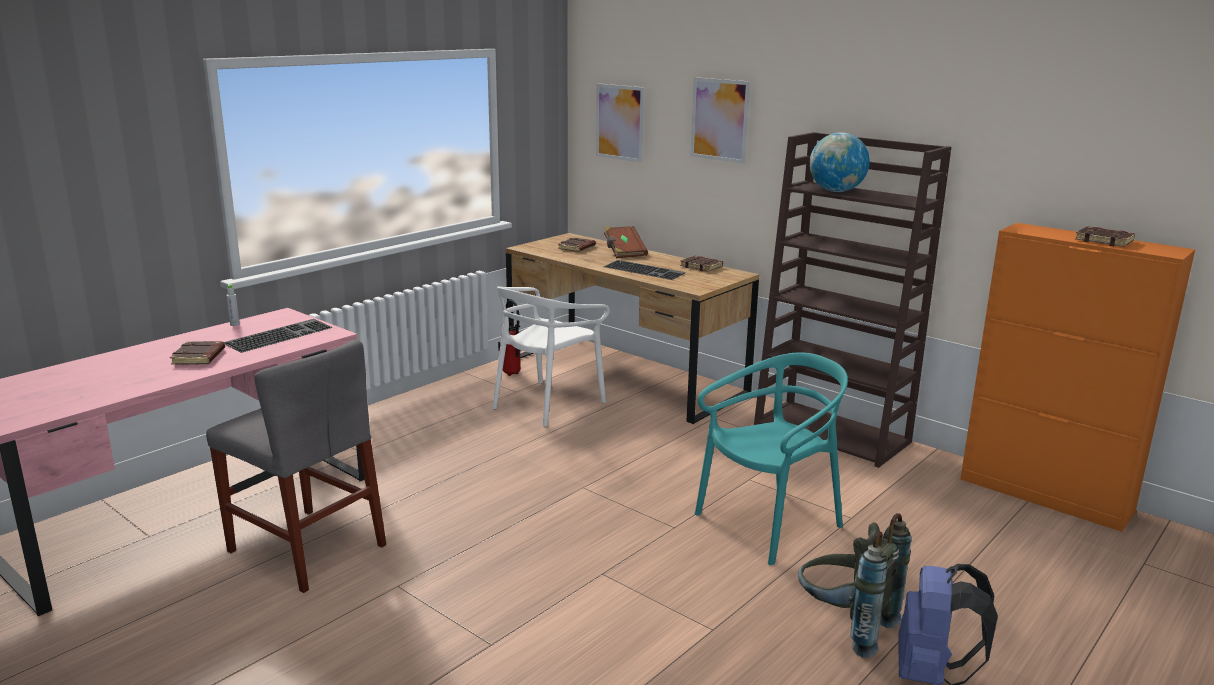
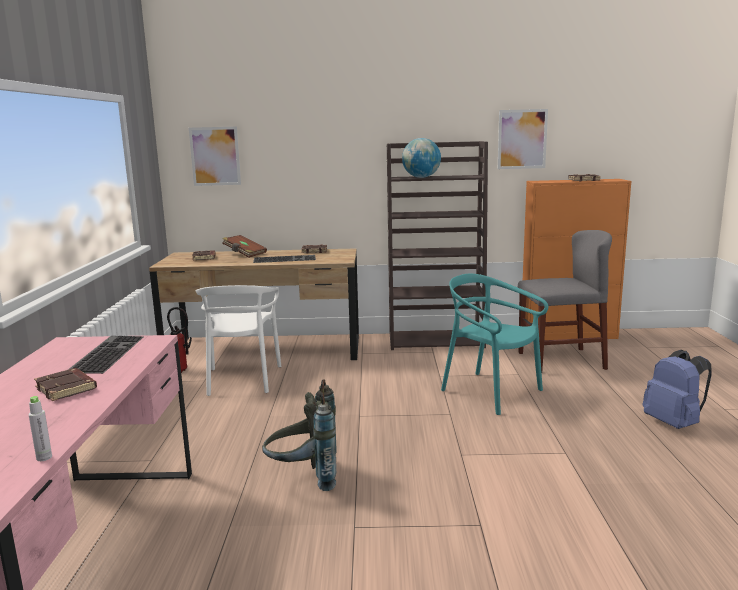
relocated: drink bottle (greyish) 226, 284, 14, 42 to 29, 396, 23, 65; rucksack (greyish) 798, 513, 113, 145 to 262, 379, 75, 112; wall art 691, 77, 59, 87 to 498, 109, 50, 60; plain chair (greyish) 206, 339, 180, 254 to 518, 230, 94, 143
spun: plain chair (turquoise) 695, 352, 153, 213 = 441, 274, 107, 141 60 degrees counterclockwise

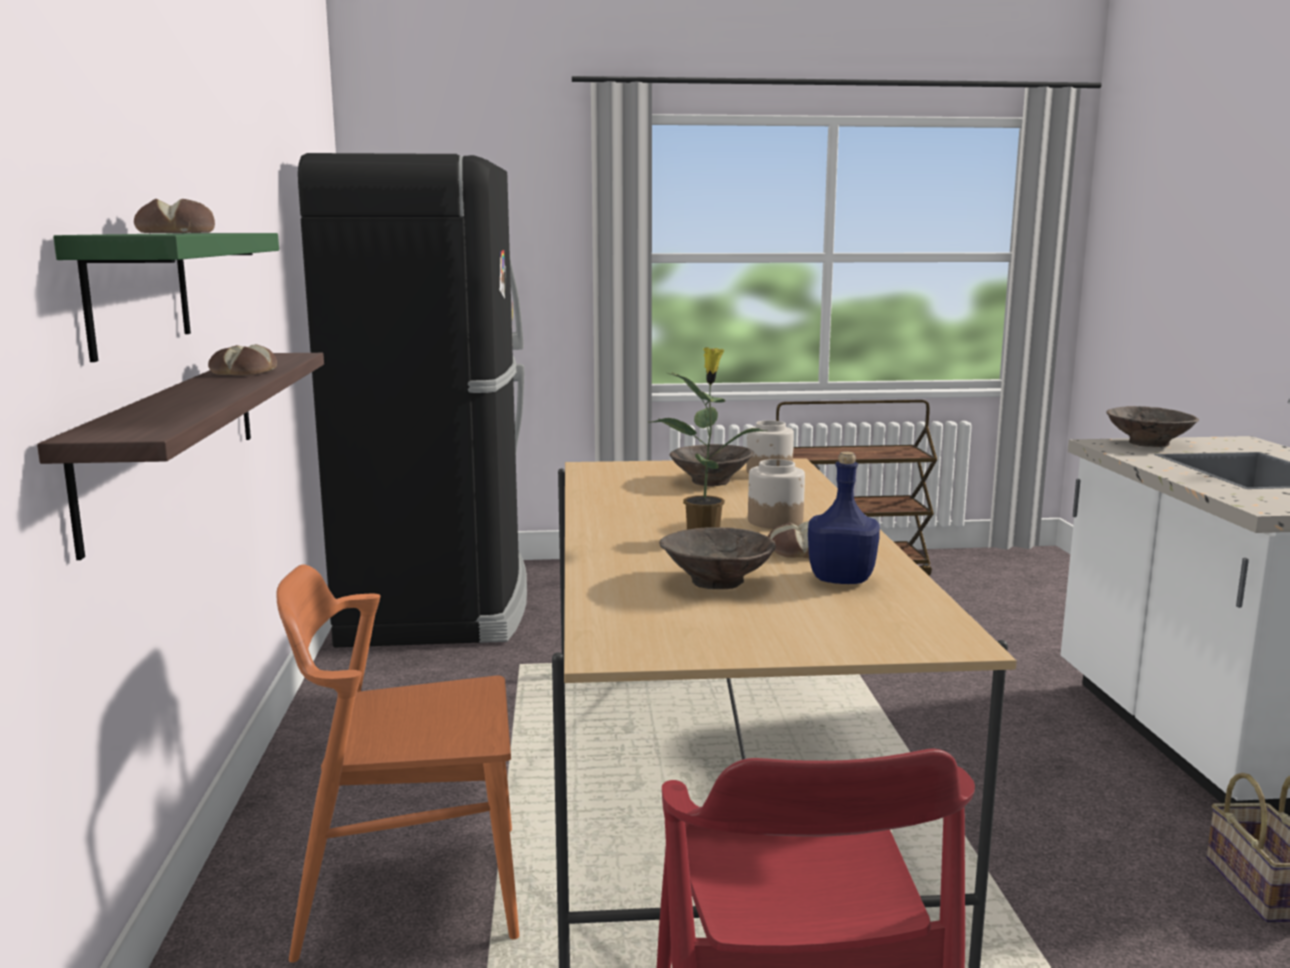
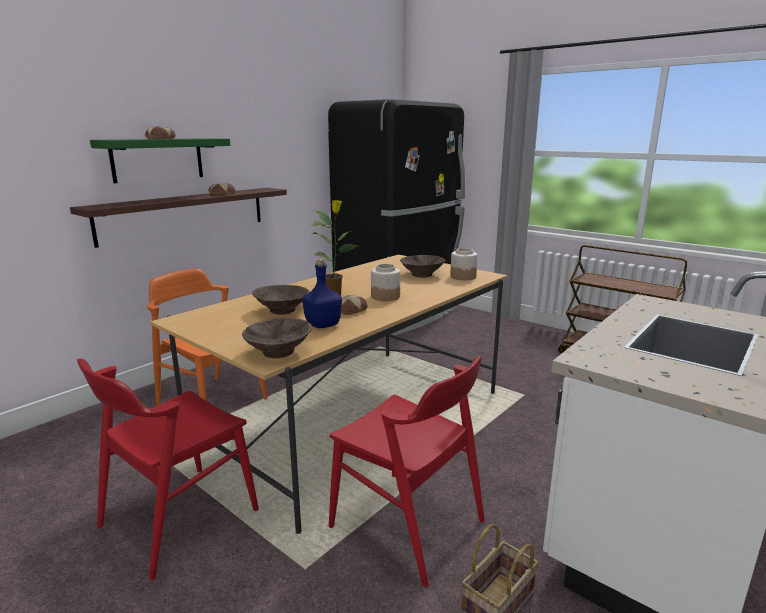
appeared: plain chair (red) 329, 356, 156, 231
relocated: serving bowl (brown) 1106, 406, 93, 41 to 242, 318, 70, 41

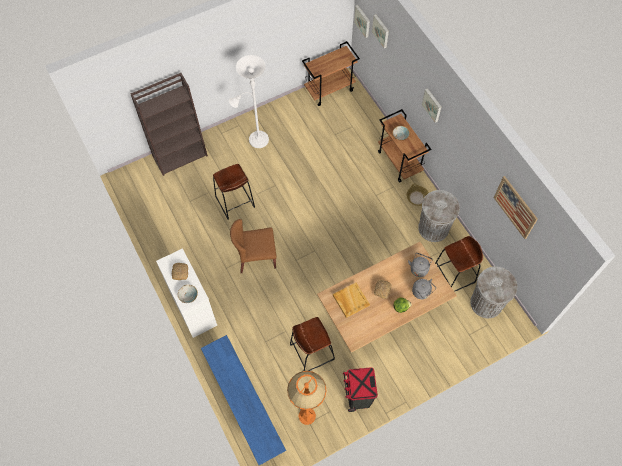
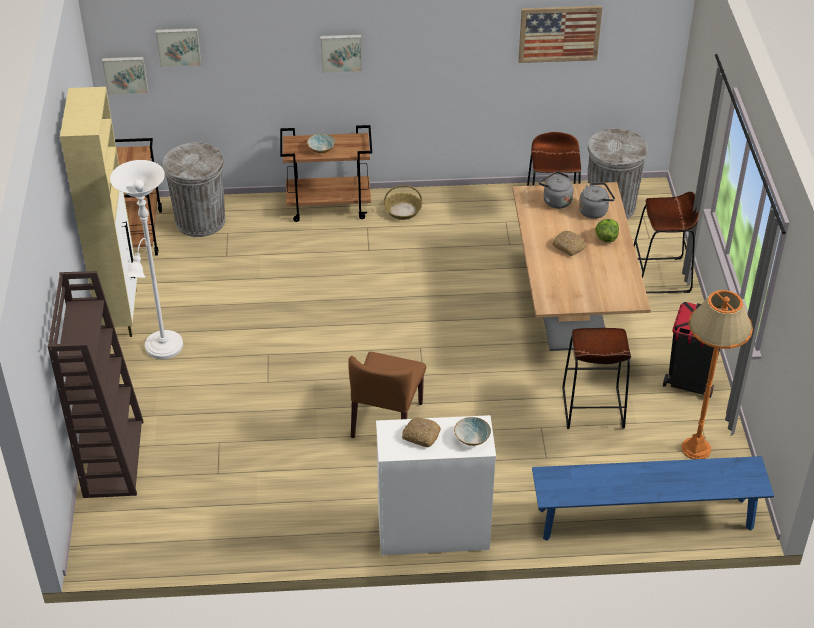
missing: carrying tray (beige) 333, 283, 37, 35
appeared: storage cabinet (beige) 60, 87, 78, 250
relocated: rubbish bin (greyish) 418, 190, 42, 52 to 163, 143, 63, 94; stool seat (brown) 213, 164, 42, 55 to 634, 192, 65, 101

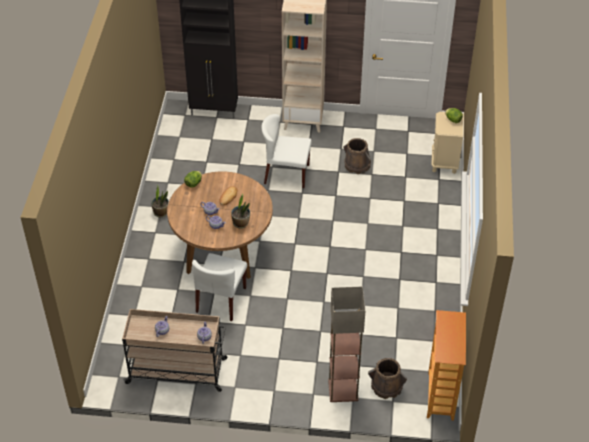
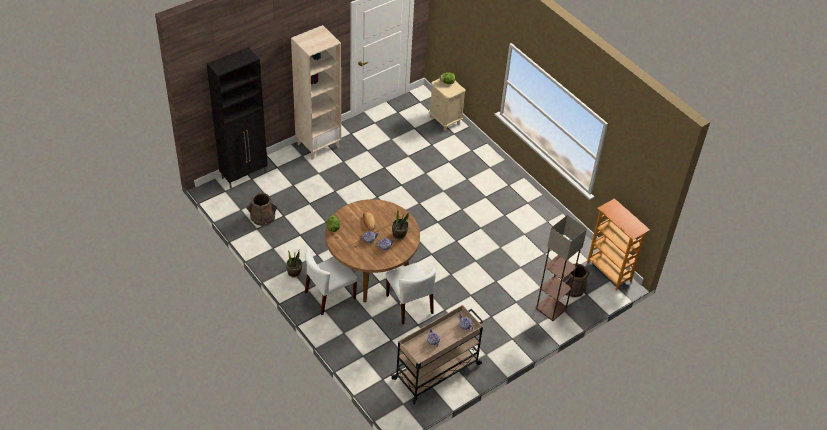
relocated: pail (brown) 344, 138, 27, 36 to 246, 193, 31, 33; plain chair (white-coloured) 262, 114, 50, 74 to 305, 249, 53, 66

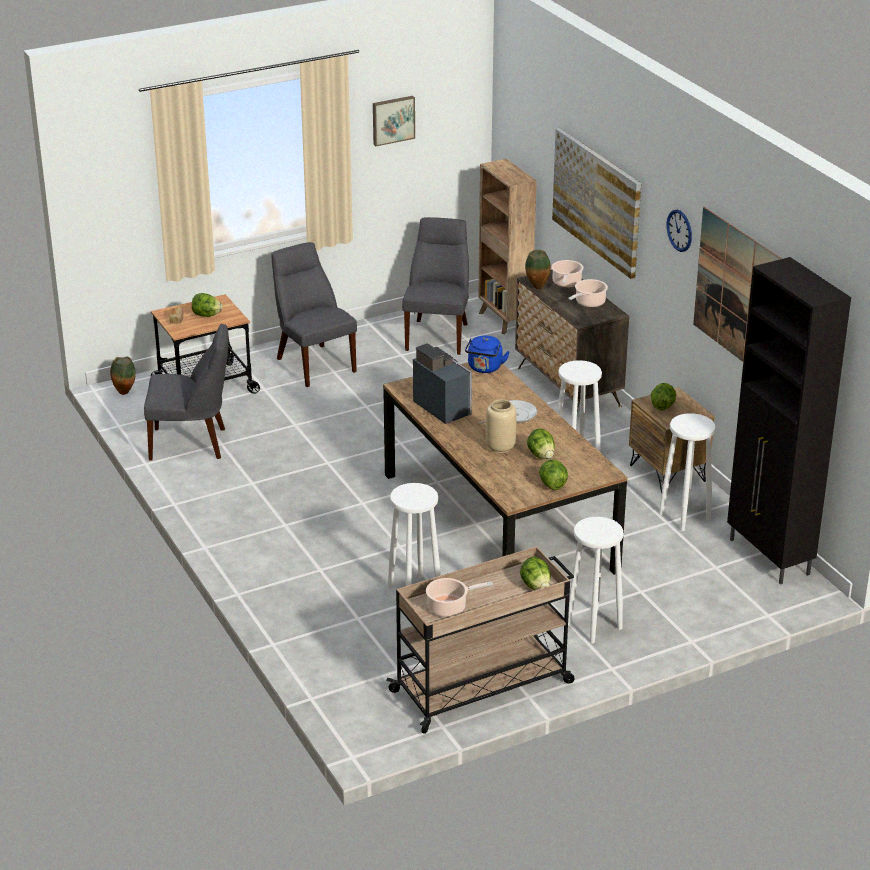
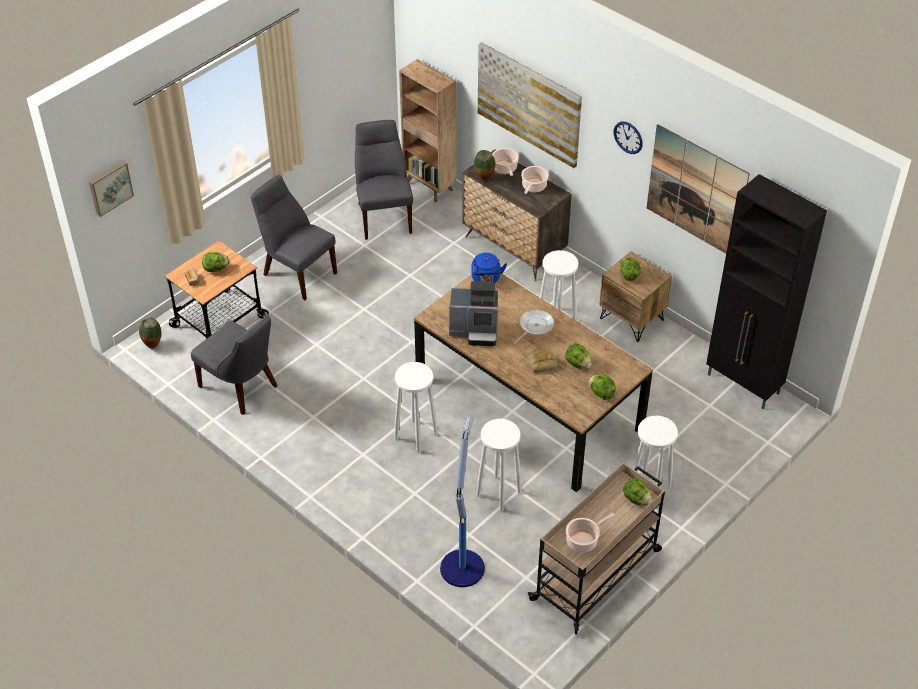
appeared: standard lamp 440, 416, 45, 171
relocated: wall art 373, 96, 42, 50 to 89, 161, 45, 56; stool seat (white-coloured) 659, 413, 57, 118 to 394, 362, 44, 91
exchanged: vase (beige) 486, 399, 31, 54 to bread 528, 351, 29, 22
spun: plain chair (greyish) 144, 324, 85, 137 = 191, 315, 87, 100 60 degrees clockwise; coffee brewer 413, 344, 59, 80 = 449, 281, 49, 65 150 degrees clockwise

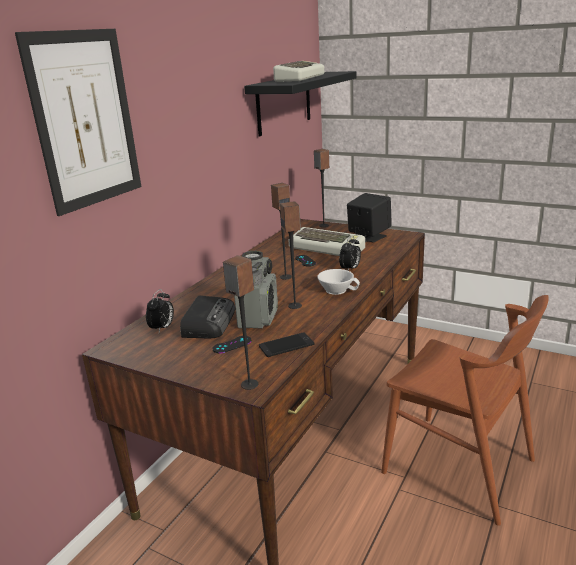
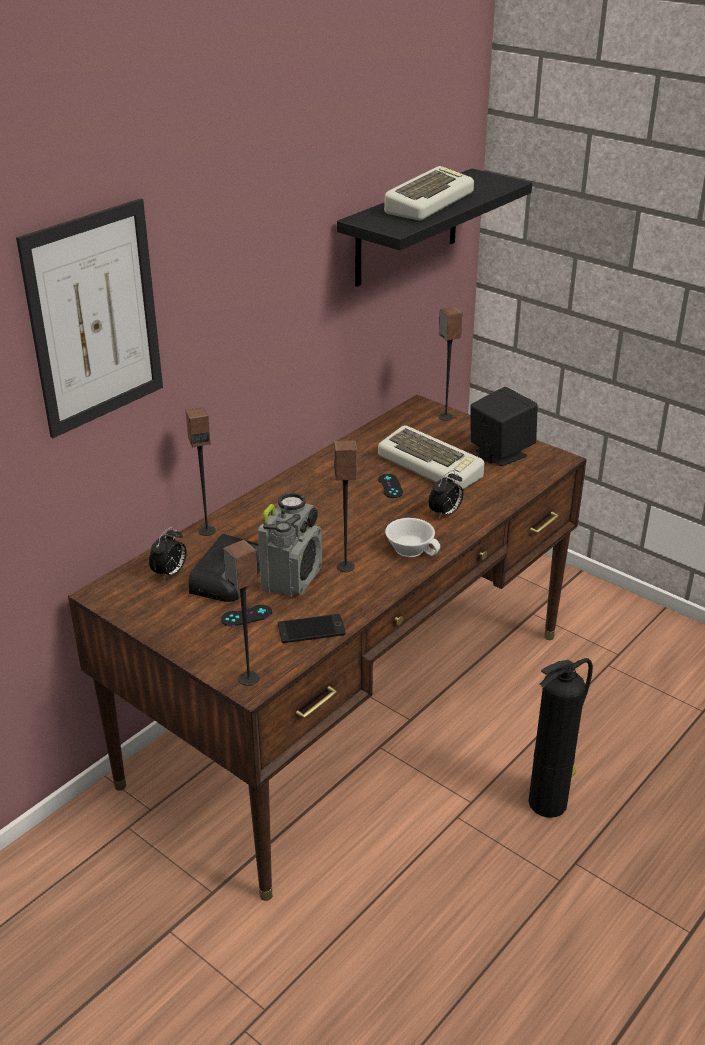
relocated: loudspeaker 271, 183, 21, 97 to 186, 407, 30, 129
exchanged: plain chair (brown) 381, 295, 168, 231 to fire-fighting cylinder 528, 658, 65, 160

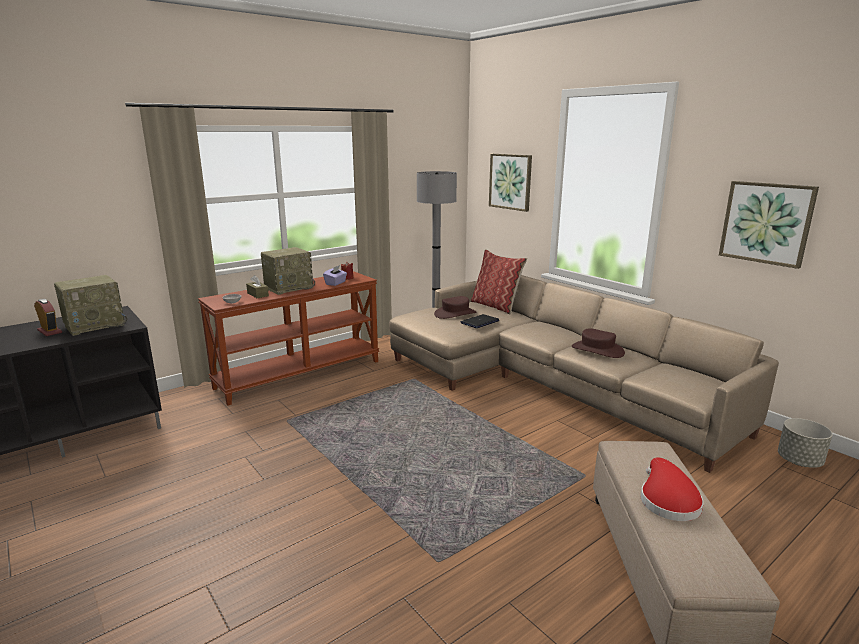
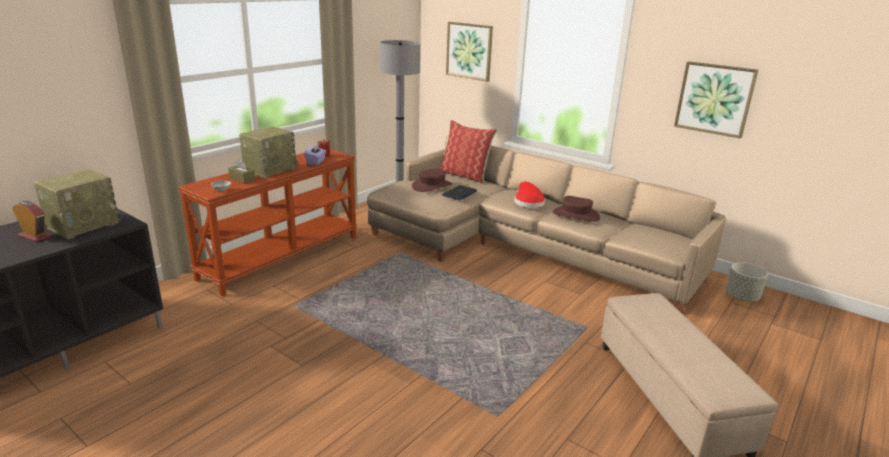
relocated: wearable hat (red) 641, 457, 63, 64 to 514, 182, 31, 26

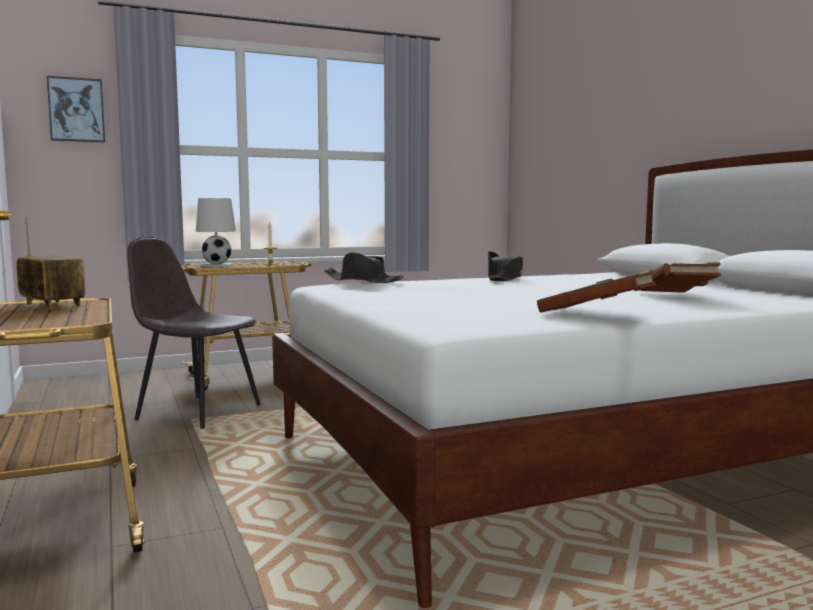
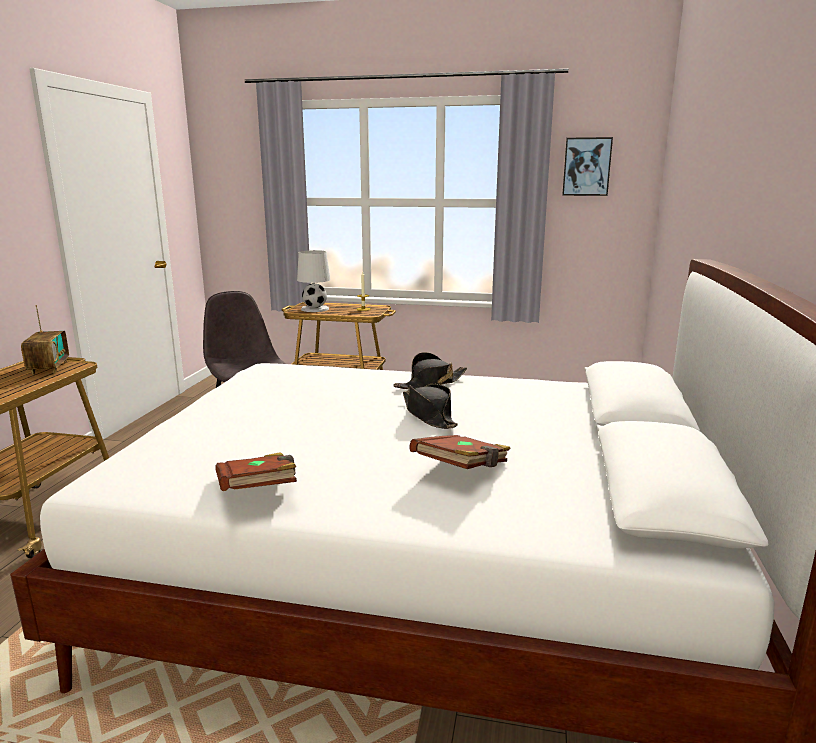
relocated: wearable hat (black-coloured) 324, 252, 80, 31 to 403, 384, 55, 45; wall art 47, 76, 58, 67 to 562, 137, 51, 59

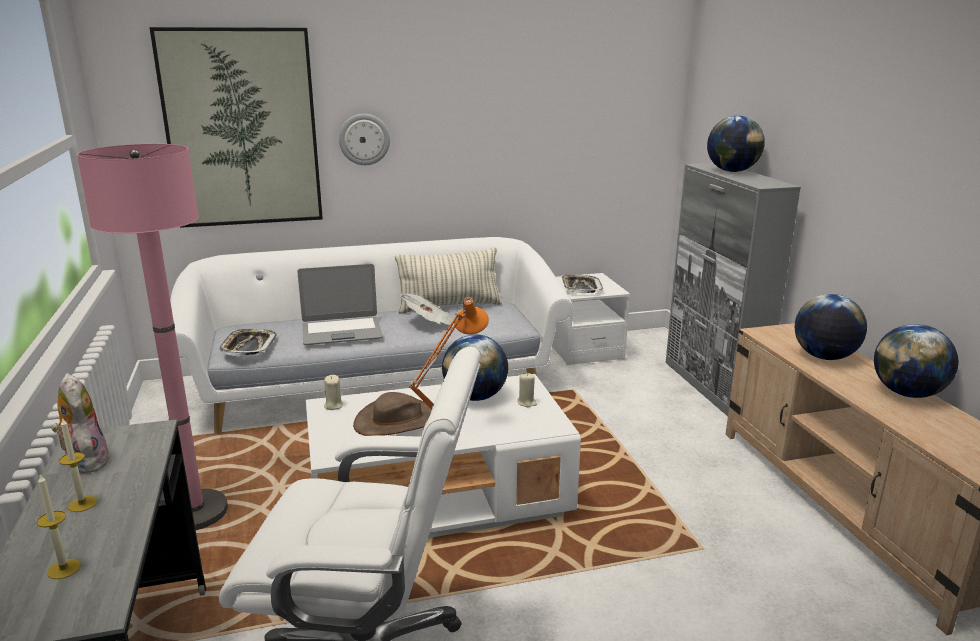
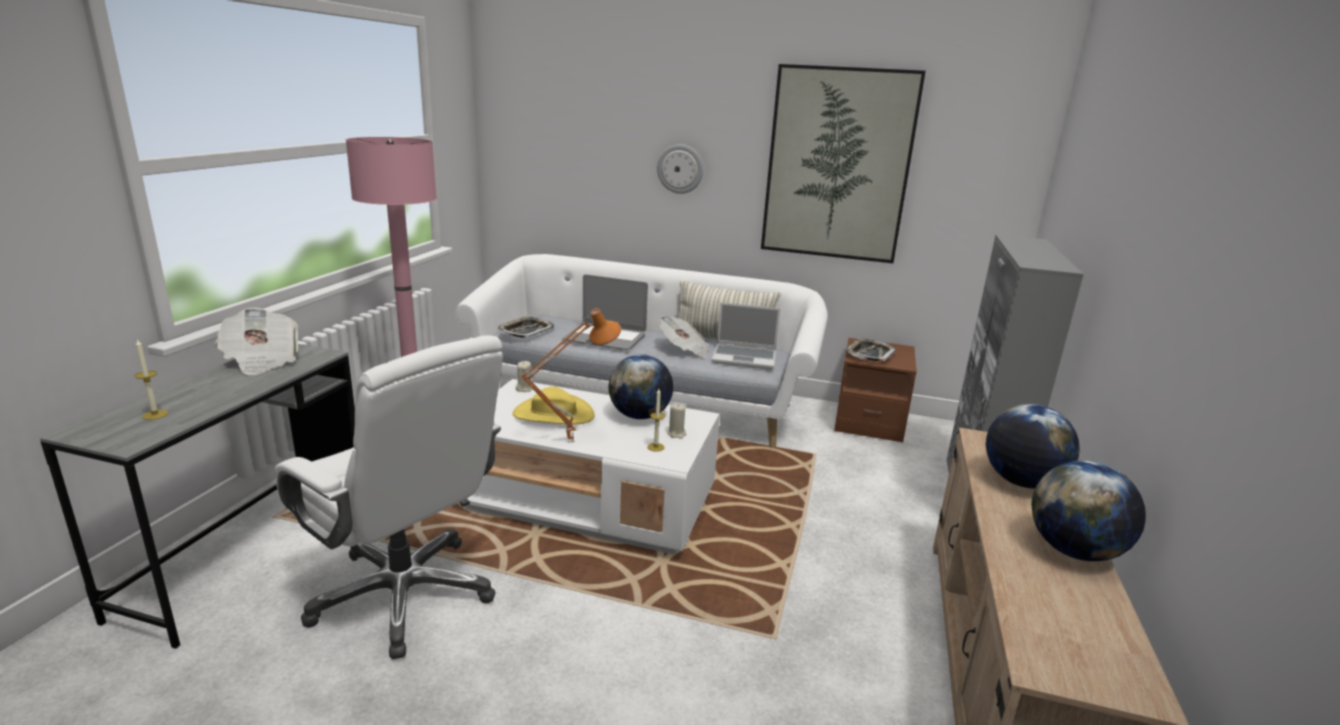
missing: globe 707, 116, 58, 56
appeared: notebook computer 712, 303, 68, 66
relocated: candle 59, 417, 38, 95 to 648, 389, 17, 63; wall art 149, 27, 174, 201 to 761, 64, 165, 199
exchanged: cuddly toy 51, 373, 59, 100 to printed paper 215, 307, 83, 68
colour: wearable hat (brown) 353, 392, 79, 44 to wearable hat (yellowish) 513, 387, 82, 37; bedside table (white-coloured) 552, 273, 78, 92 to bedside table (brown) 834, 338, 83, 104

